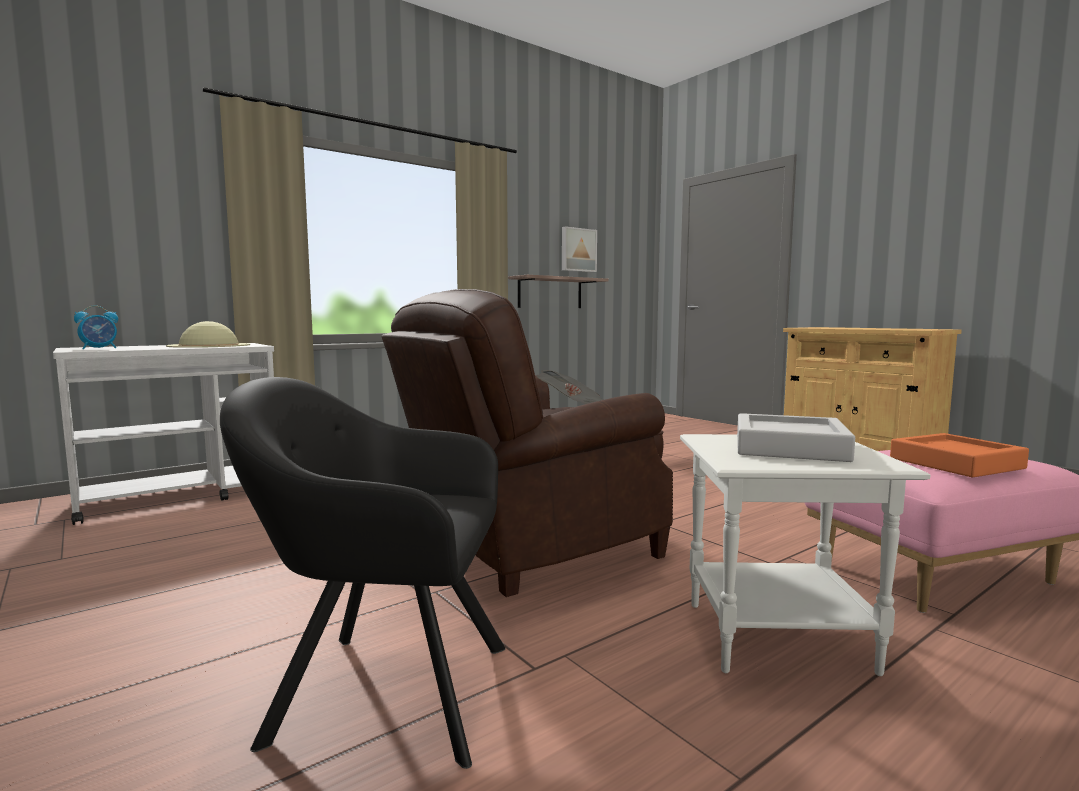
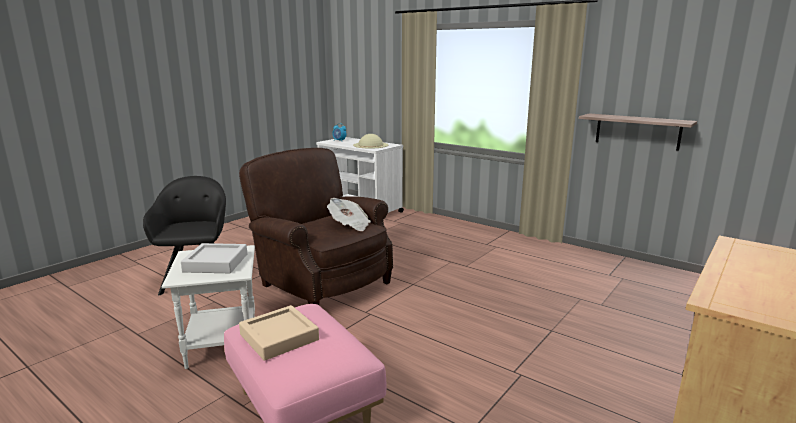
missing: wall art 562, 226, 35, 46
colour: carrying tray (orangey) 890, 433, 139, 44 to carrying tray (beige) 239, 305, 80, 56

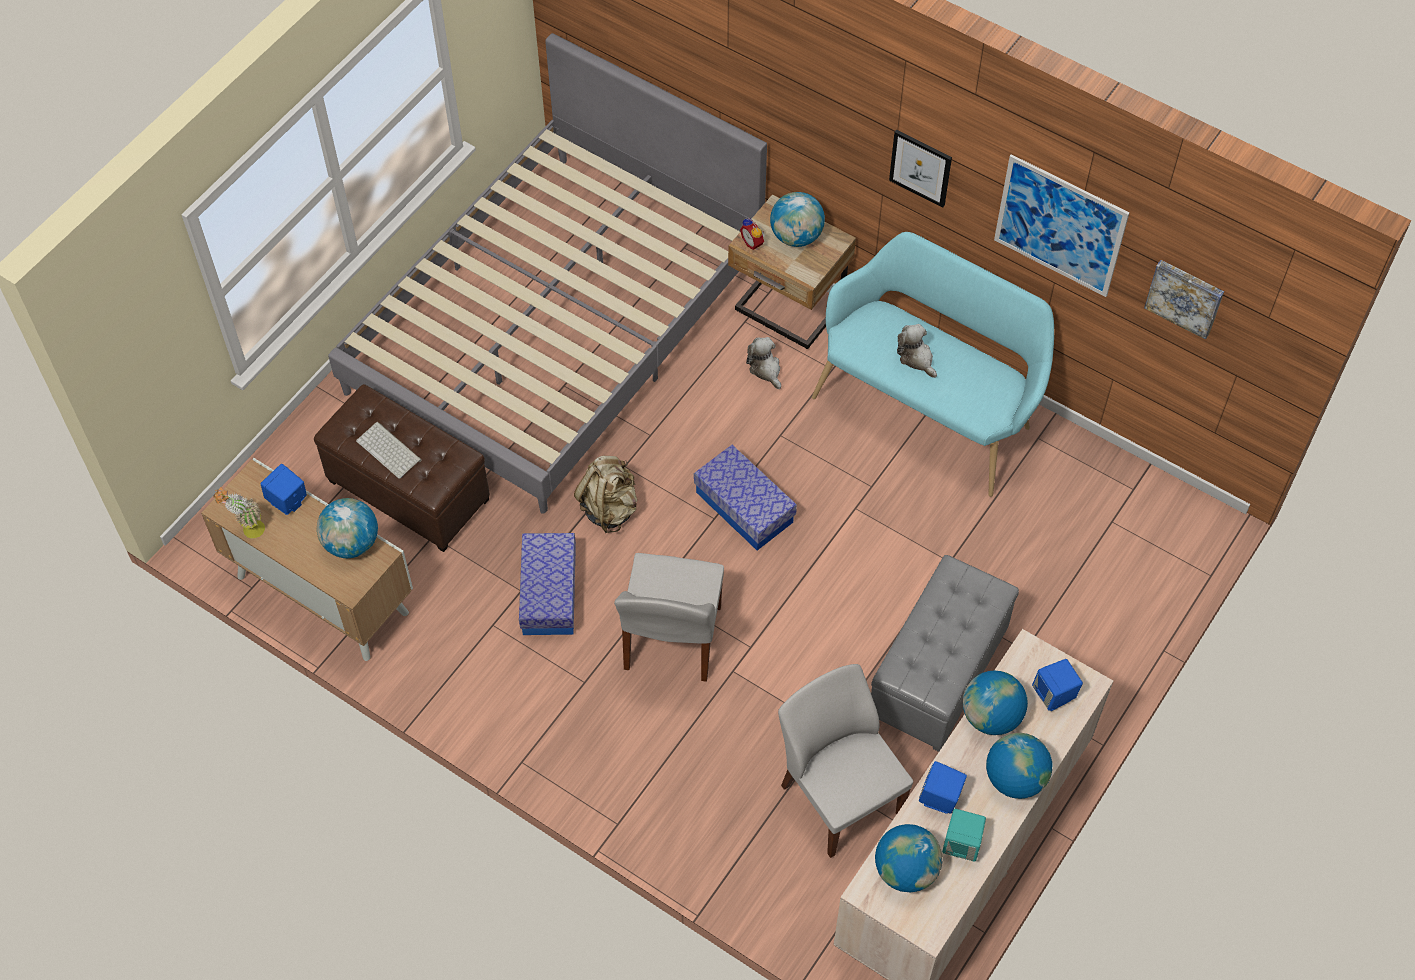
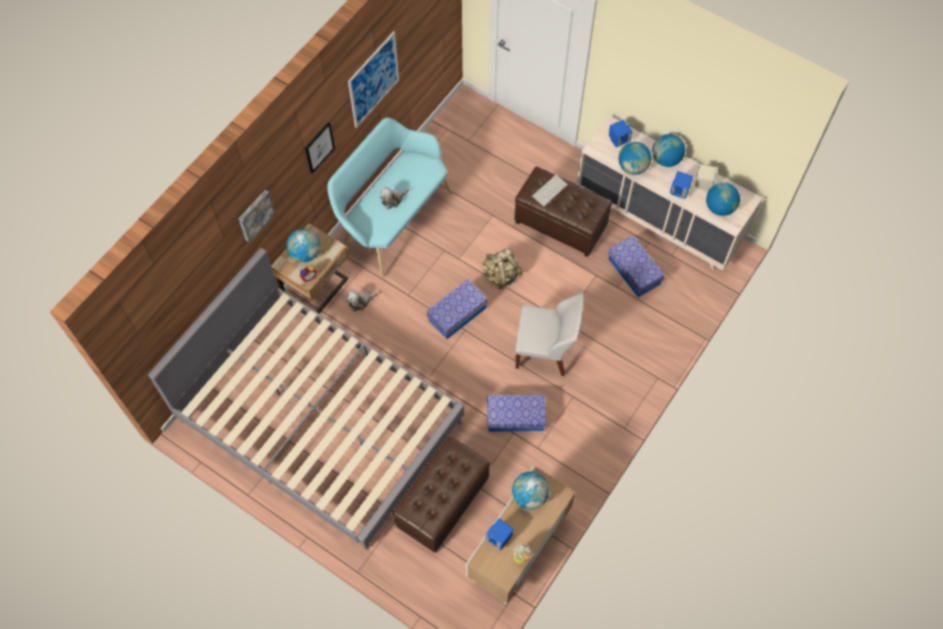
relocated: wall art 1144, 260, 80, 79 to 239, 190, 36, 53; rucksack (beige) 574, 456, 63, 77 to 482, 249, 41, 40; computer keyboard 356, 422, 66, 57 to 531, 174, 37, 33
exchanged: plain chair (white-coloured) 778, 664, 135, 194 to storage box 608, 236, 57, 61
colour: pouffe (greyish) 871, 555, 148, 197 to pouffe (brown) 514, 166, 98, 91; loudspeaker (turquoise) 942, 809, 44, 53 to loudspeaker (beige) 695, 165, 22, 26

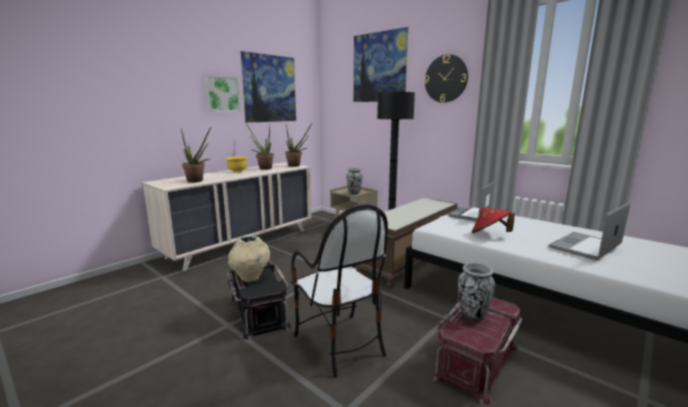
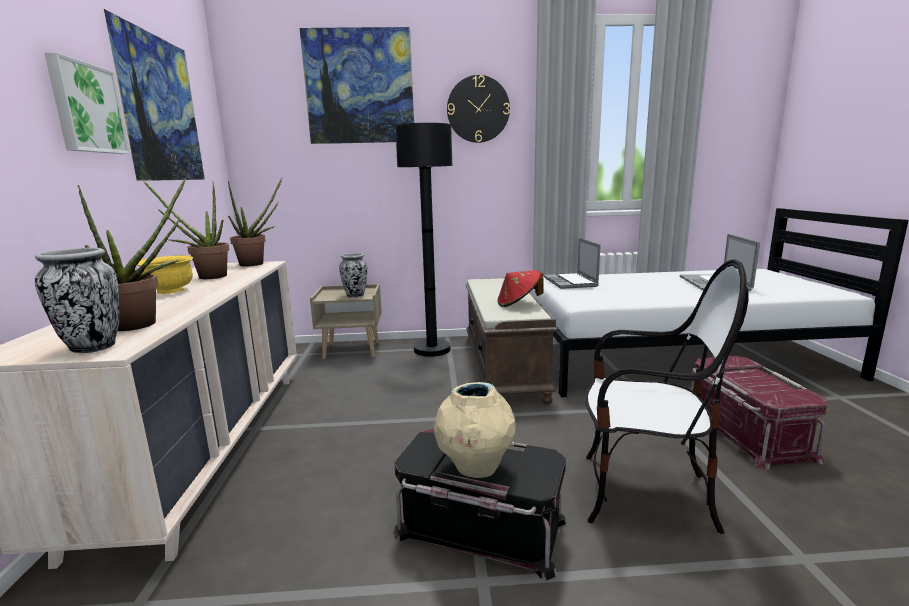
relocated: vase 458, 263, 37, 58 to 35, 248, 84, 105; wearable hat (red) 472, 208, 43, 25 to 498, 270, 45, 37

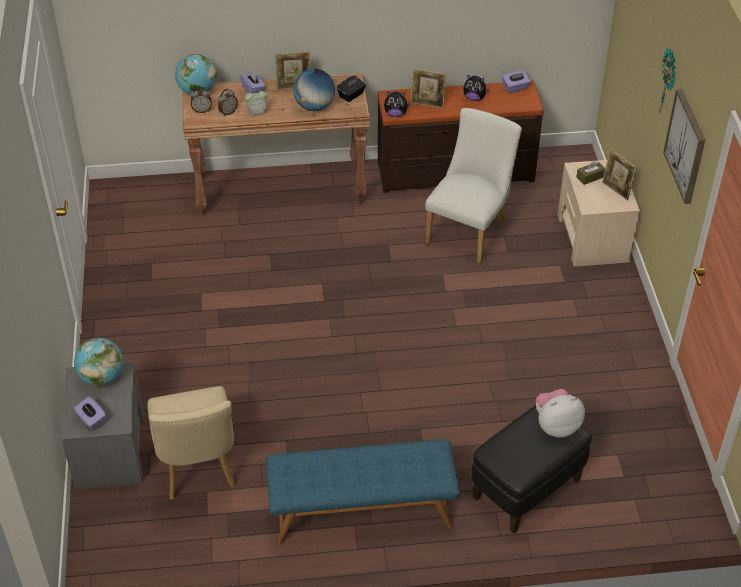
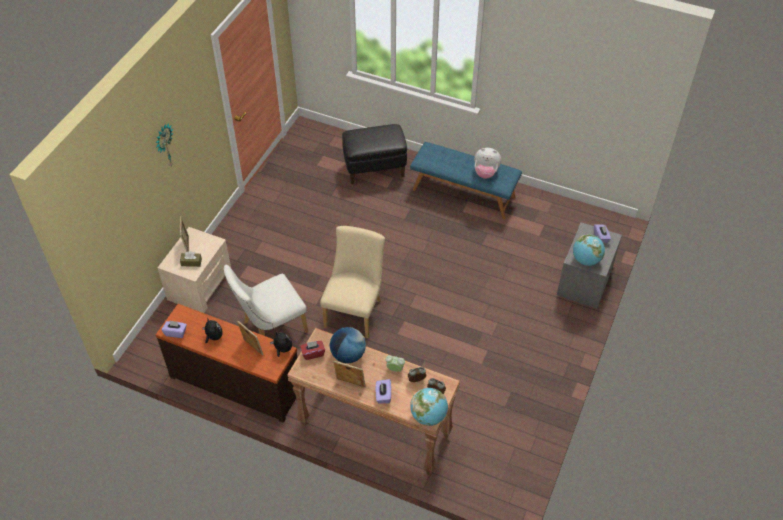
missing: wall art 663, 89, 42, 115
relocated: plain chair (beige) 147, 386, 89, 114 to 320, 226, 65, 112; cuddly toy 536, 389, 49, 48 to 474, 148, 27, 31
colour: tissue holder (black-coloured) 337, 76, 29, 26 to tissue holder (red) 300, 341, 25, 19

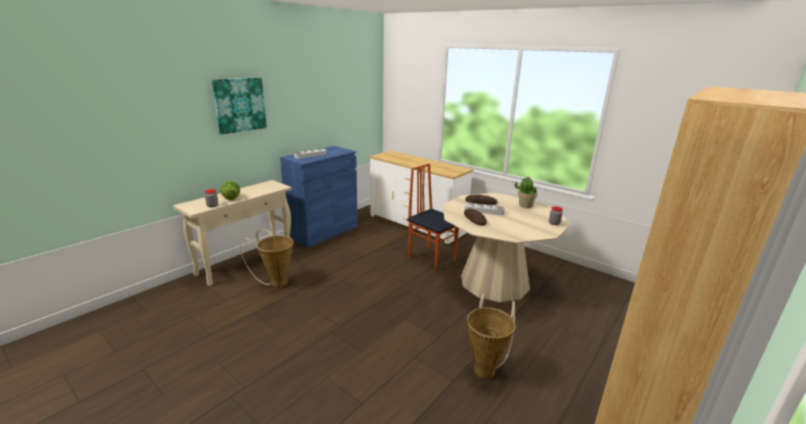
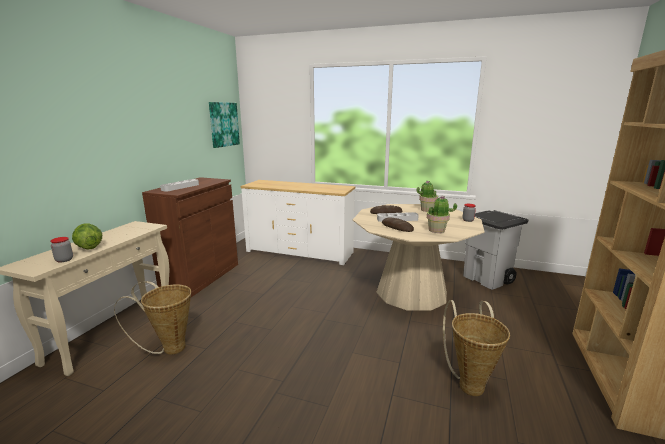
missing: plain chair 407, 164, 52, 107
appeared: houseplant 427, 195, 30, 38; rubbish bin (greyish) 463, 210, 66, 80
relocated: wall art 212, 78, 55, 56 to 209, 102, 31, 46
colour: storage cabinet (bluish) 280, 146, 78, 102 to storage cabinet (brown) 142, 177, 96, 120

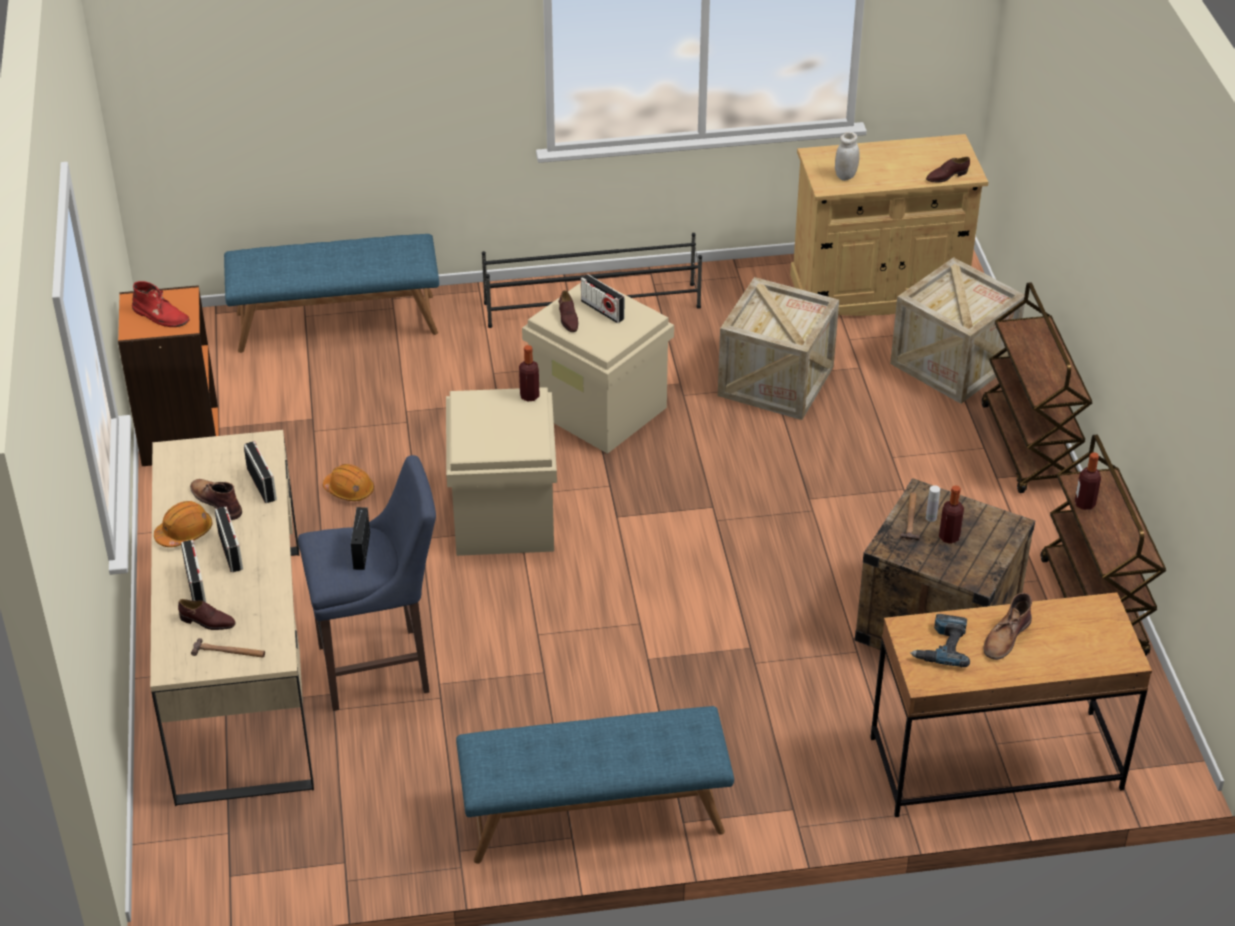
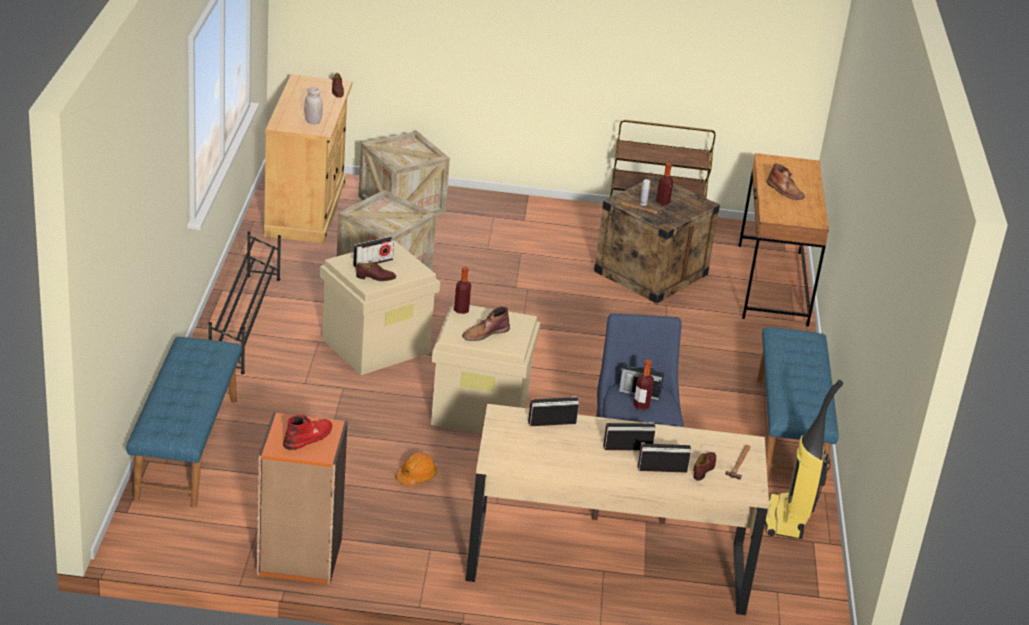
missing: safety helmet (orangey) 154, 501, 58, 46; drill 910, 614, 60, 53; trolley (brown) 982, 282, 110, 211
appeared: vacuum 765, 380, 78, 159
relocated: boot (brown) 190, 479, 52, 41 to 462, 306, 48, 35; drink bottle 1075, 453, 26, 57 to 633, 359, 21, 51

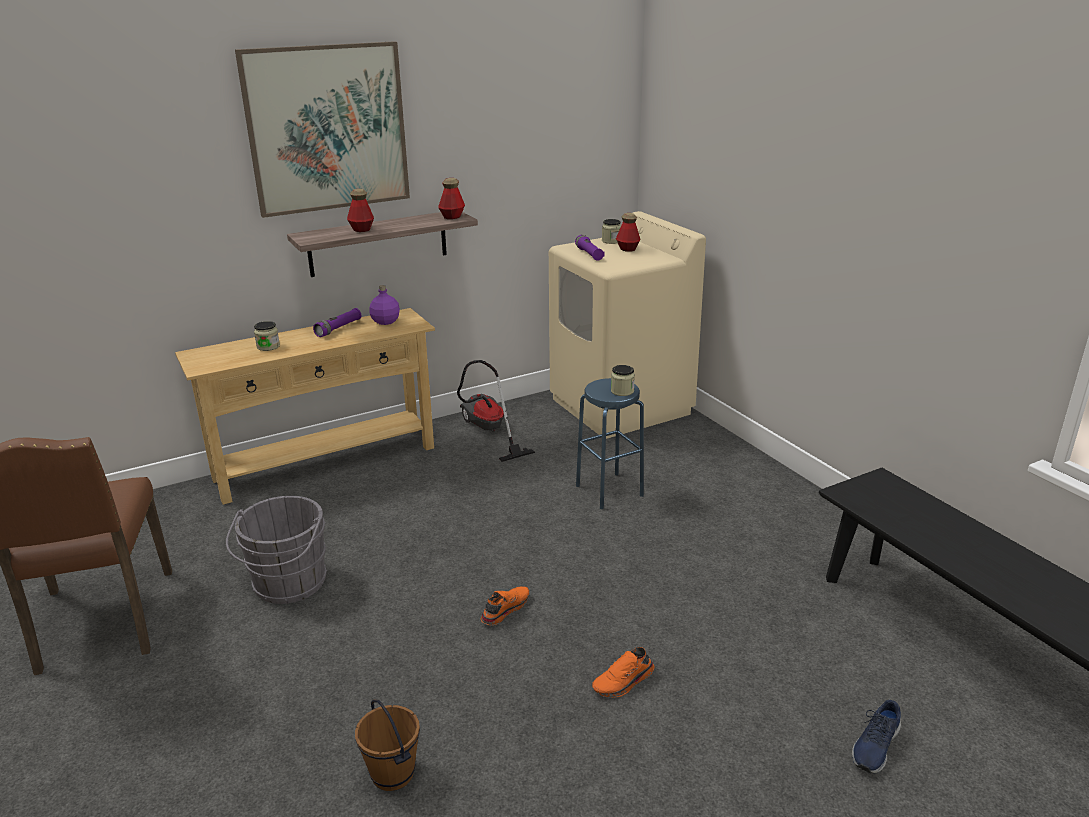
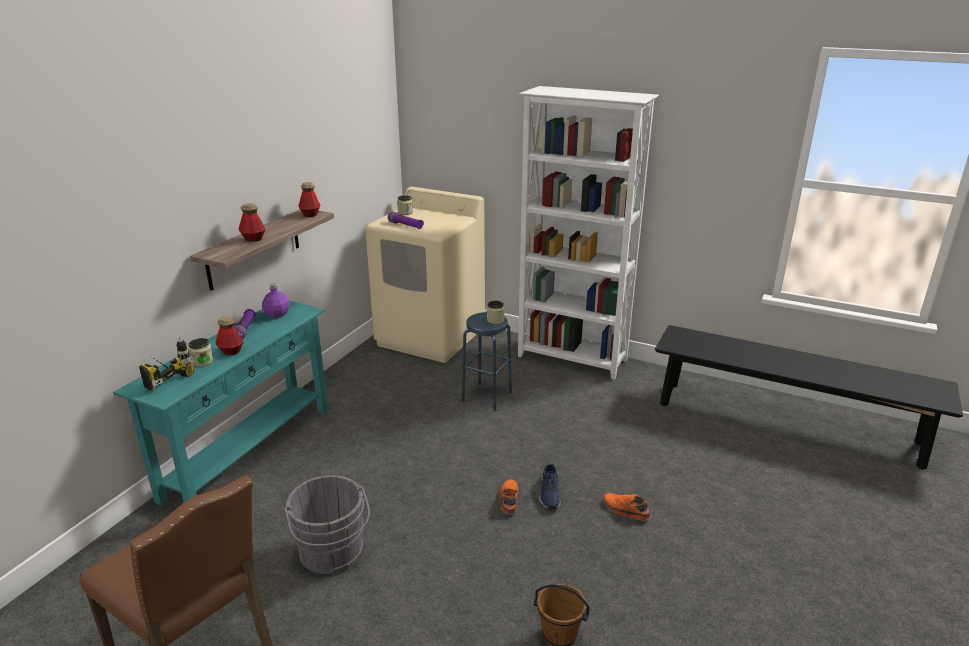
missing: wall art 235, 41, 175, 177; vacuum 457, 360, 78, 102
appeared: drill 139, 337, 56, 54; bookcase (white-coloured) 518, 86, 141, 294
relocated: drink bottle 616, 213, 25, 39 to 216, 316, 27, 39; low shoe (bluish) 852, 700, 49, 73 to 539, 464, 21, 45
colour: console table (beige) 175, 308, 260, 197 to console table (turquoise) 113, 301, 215, 205
spun: low shoe (orangey) 592, 647, 62, 51 = 604, 493, 47, 28 105 degrees clockwise

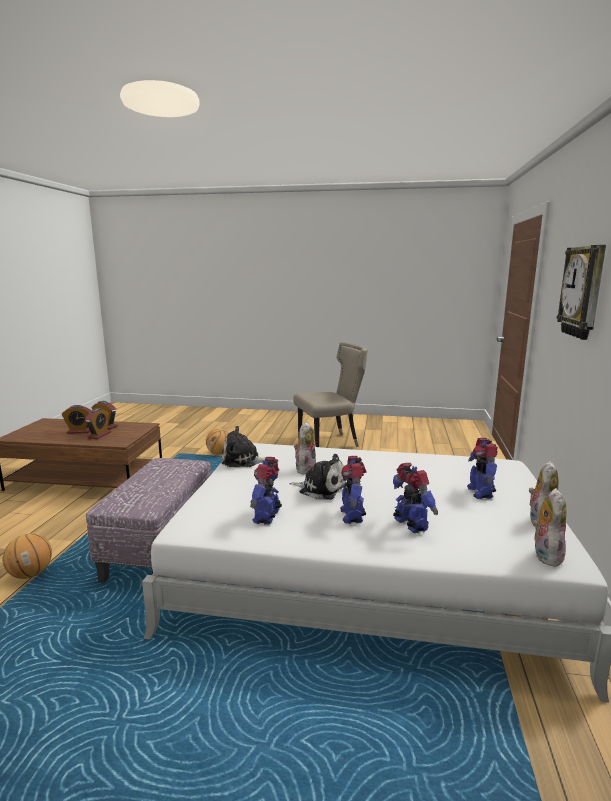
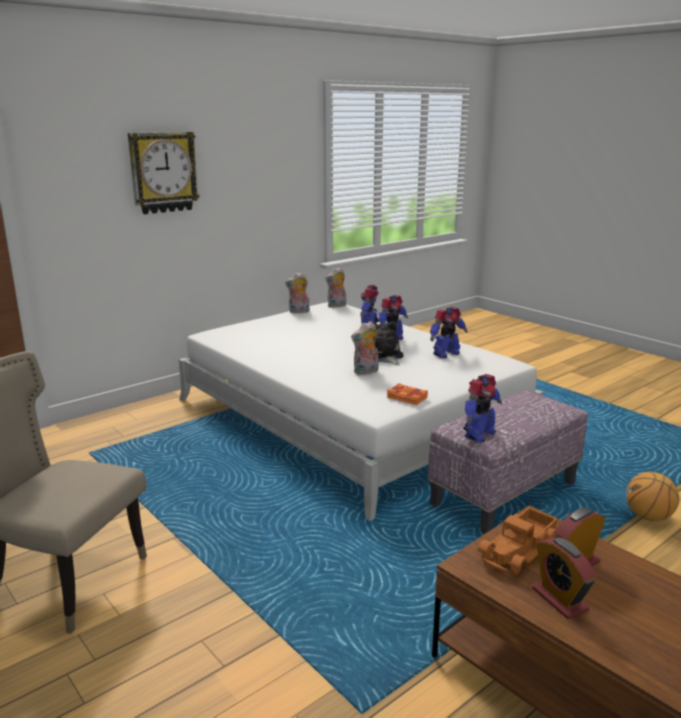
missing: bedside clock 62, 405, 30, 29; basketball 206, 429, 22, 26
appeared: toy truck 477, 507, 80, 68
relocated: robot figure 467, 438, 31, 61 to 463, 374, 39, 69
exchanged: cuddly toy 222, 426, 43, 41 to volume (orangey) 387, 383, 41, 22

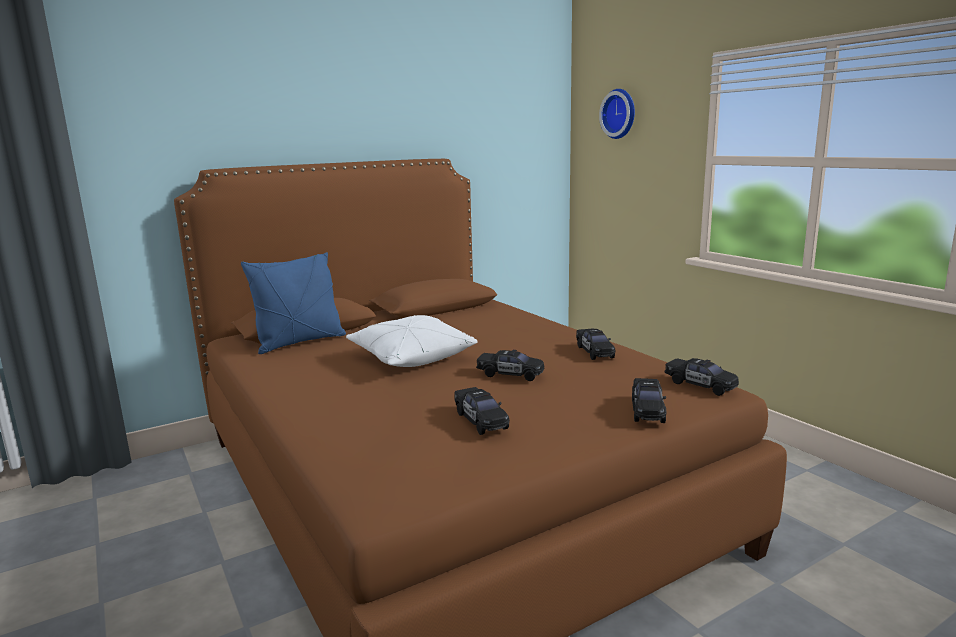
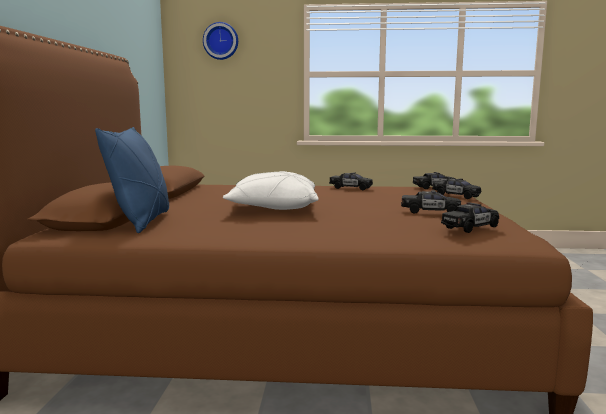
relocated: miniature car (black-coloured) 476, 350, 68, 31 to 441, 202, 58, 31

